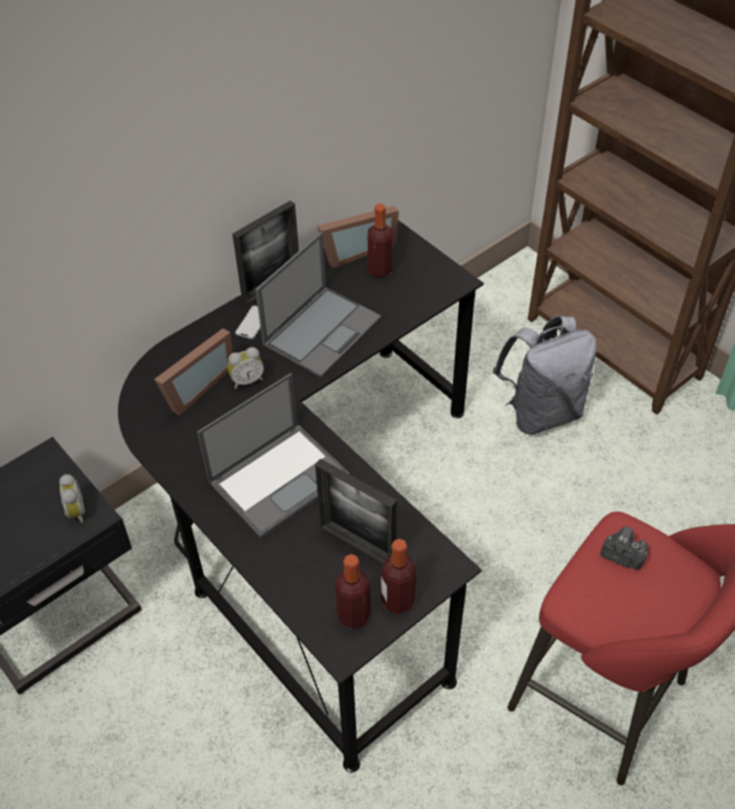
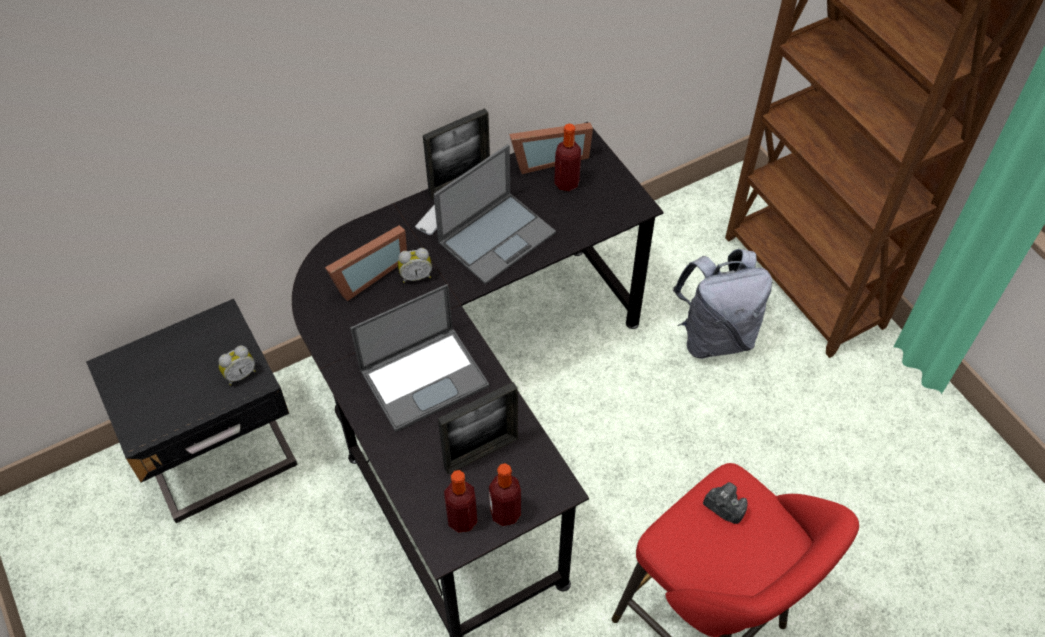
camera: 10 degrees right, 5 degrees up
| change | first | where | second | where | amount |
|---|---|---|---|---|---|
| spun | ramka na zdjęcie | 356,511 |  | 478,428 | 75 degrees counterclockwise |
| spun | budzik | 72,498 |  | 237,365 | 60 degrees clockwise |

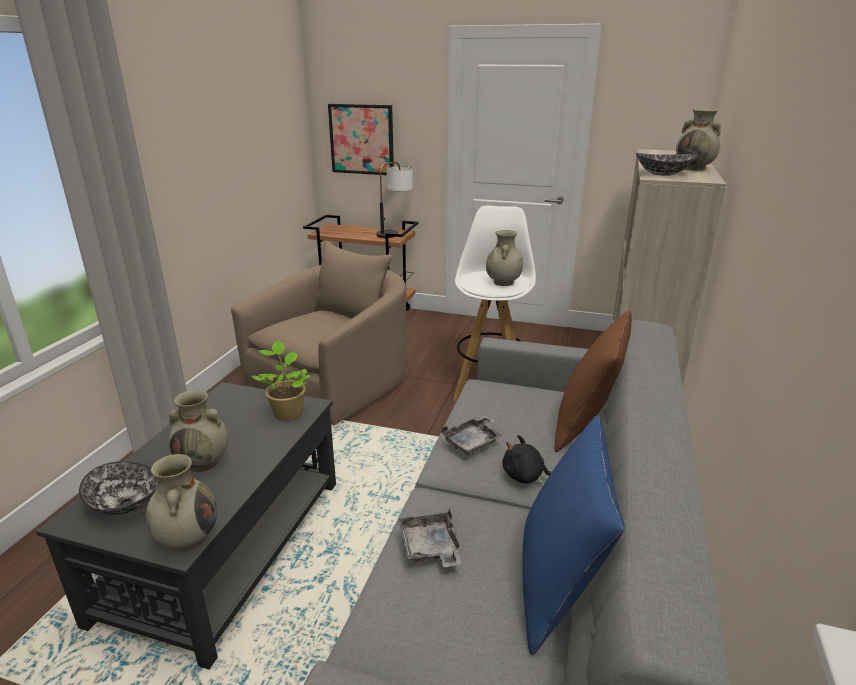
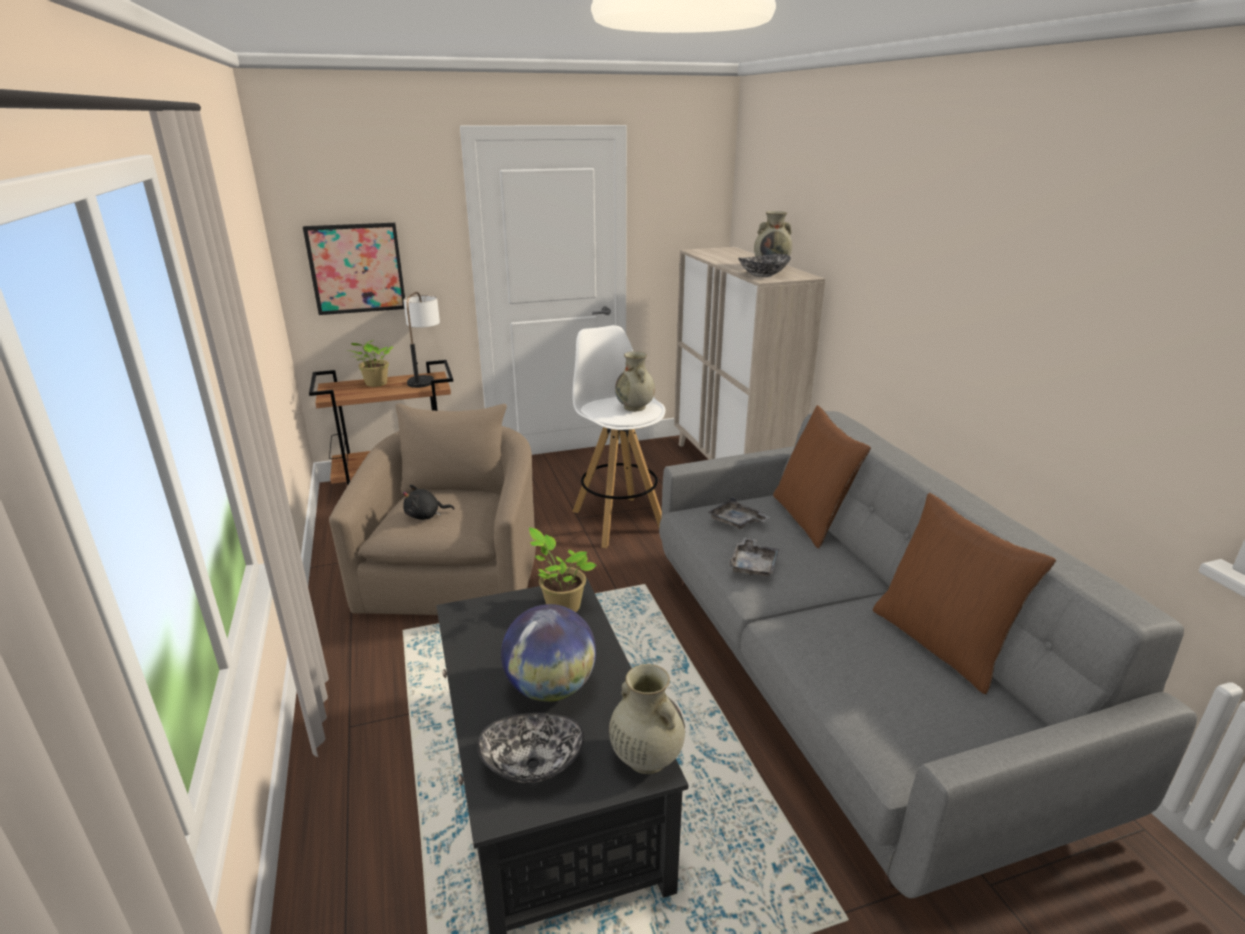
camera: 35 degrees left, 0 degrees up
| change | first | where | second | where | amount |
|---|---|---|---|---|---|
| exchanged | wazon/beżowy | 199,431 | globus | 548,653 |  |
| colour | poduszka/niebieski | 573,535 | poduszka/brązowy | 964,593 |  |
| relocated | pluszak/czarny | 526,459 |  | 429,502 |  |
| relocated | taca/szary | 430,537 |  | 738,513 |  |
| appeared |  |  | roślina doniczkowa | 370,363 |  |

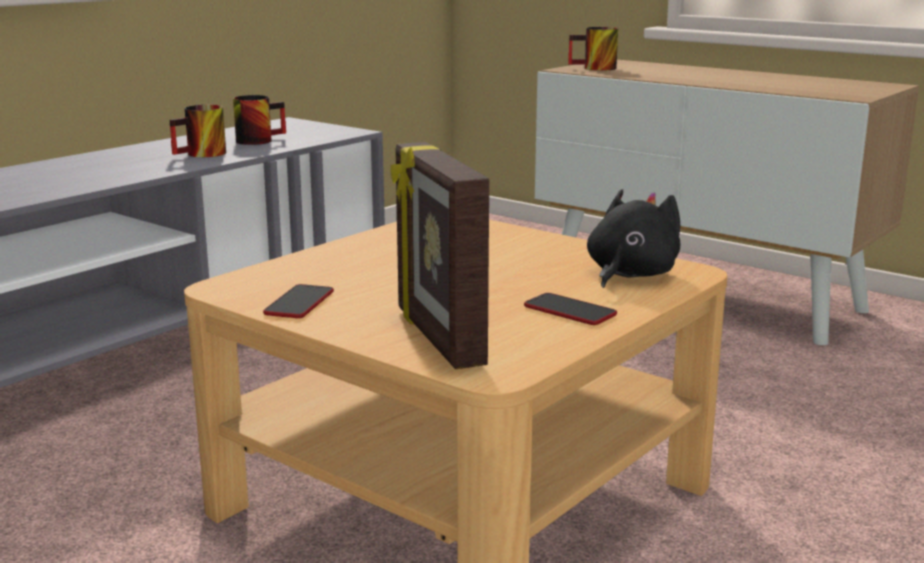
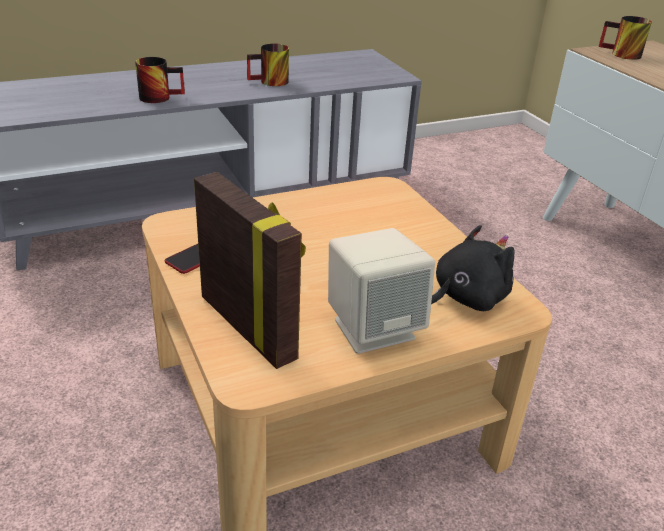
camera: 25 degrees right, 15 degrees up
| change | first | where | second | where | amount |
|---|---|---|---|---|---|
| relocated | kubek | 259,120 |  | 160,80 |  |
| spun | ramka na zdjęcie | 439,255 |  | 250,270 | 135 degrees clockwise |
| exchanged | telefon | 570,309 | głośnik/beżowy | 381,291 |  |

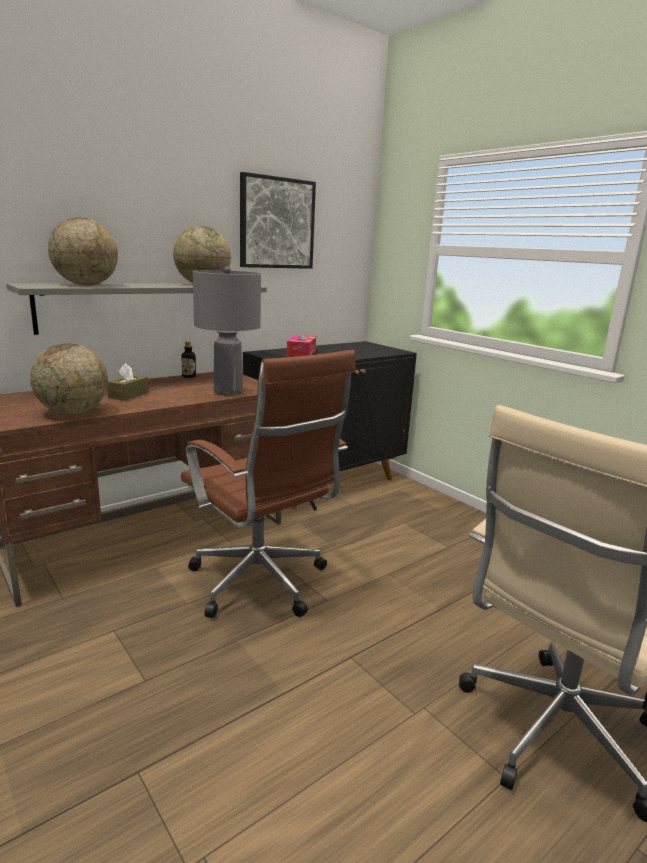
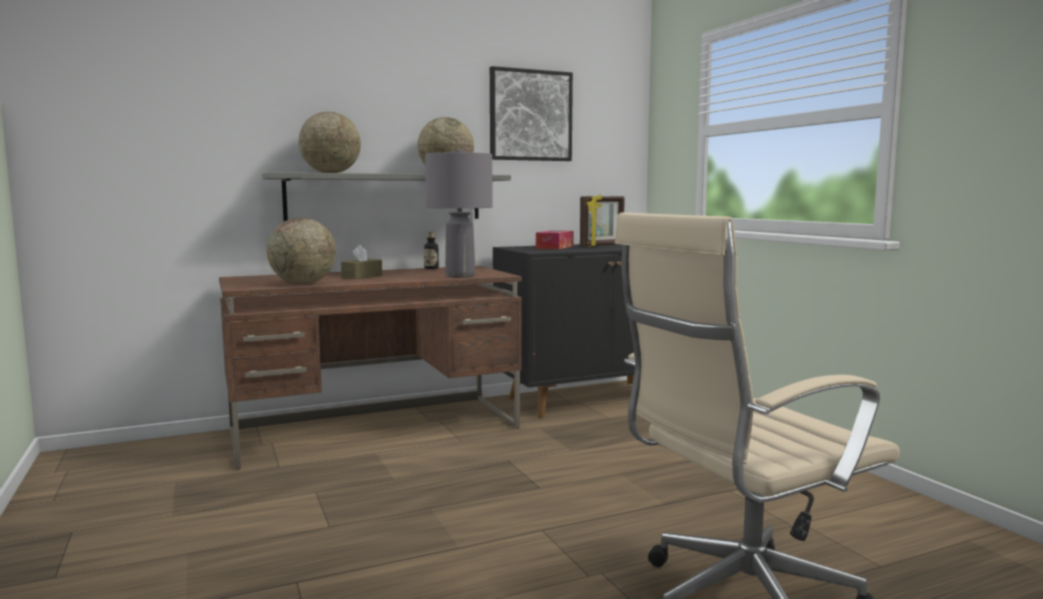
camera: 15 degrees right, 10 degrees down
| change | first | where | second | where | amount |
|---|---|---|---|---|---|
| missing | krzesło biurowe/brązowy | 268,484 |  |  |  |
| appeared |  |  | ramka na zdjęcie | 602,220 |  |

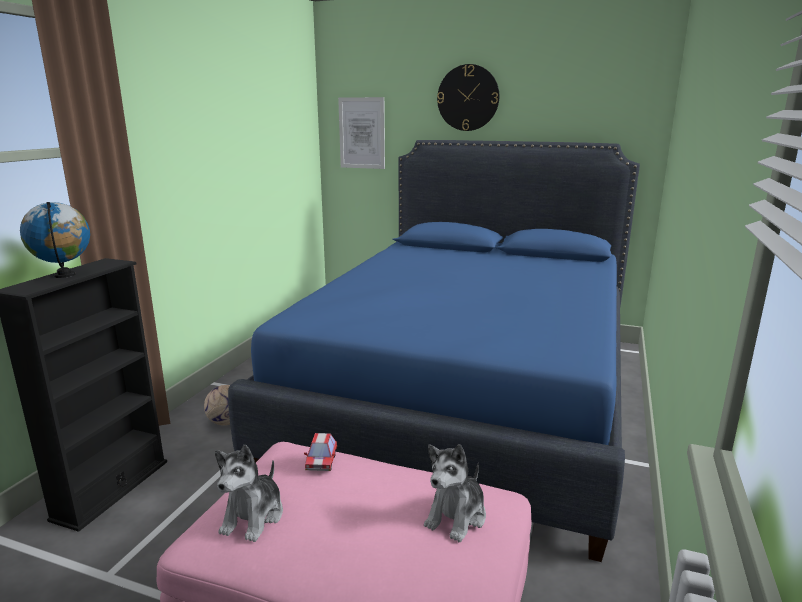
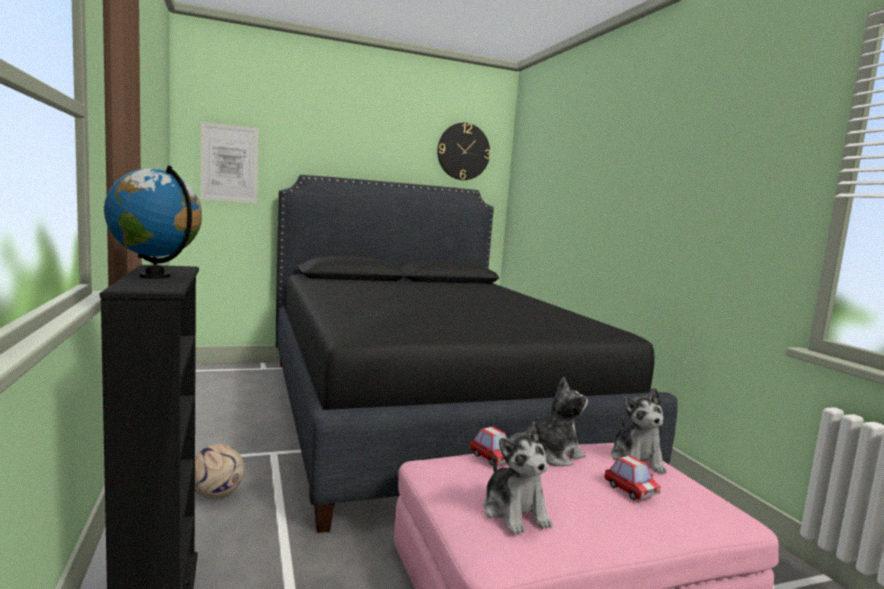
camera: 40 degrees left, 10 degrees down
| change | first | where | second | where | amount |
|---|---|---|---|---|---|
| relocated | zegar ścienny | 468,97 |  | 463,151 |  |
| colour | łóżko/niebieski | 434,351 | łóżko/czarny | 477,354 |  |
| appeared |  |  | pluszak | 563,421 |  |
| appeared |  |  | samochodzik | 632,477 |  |

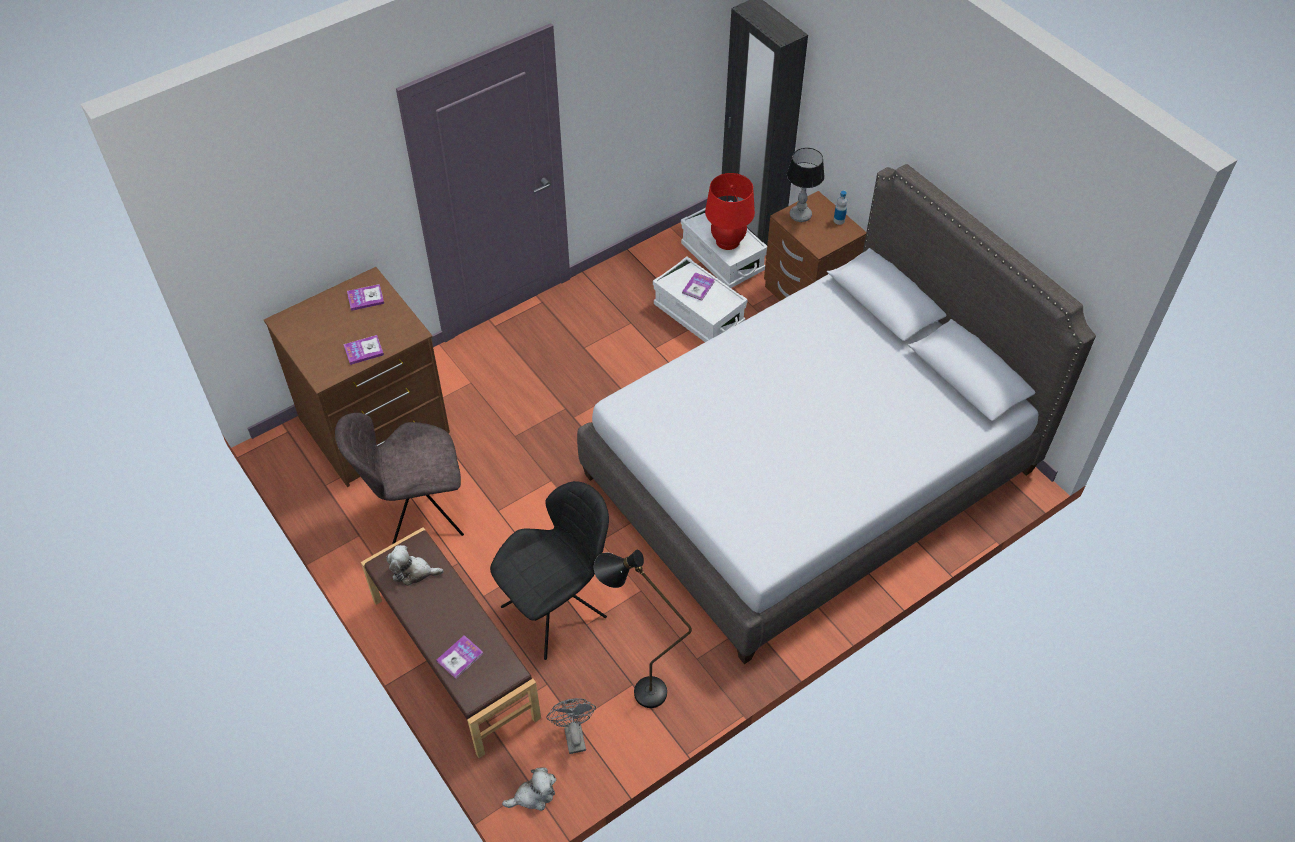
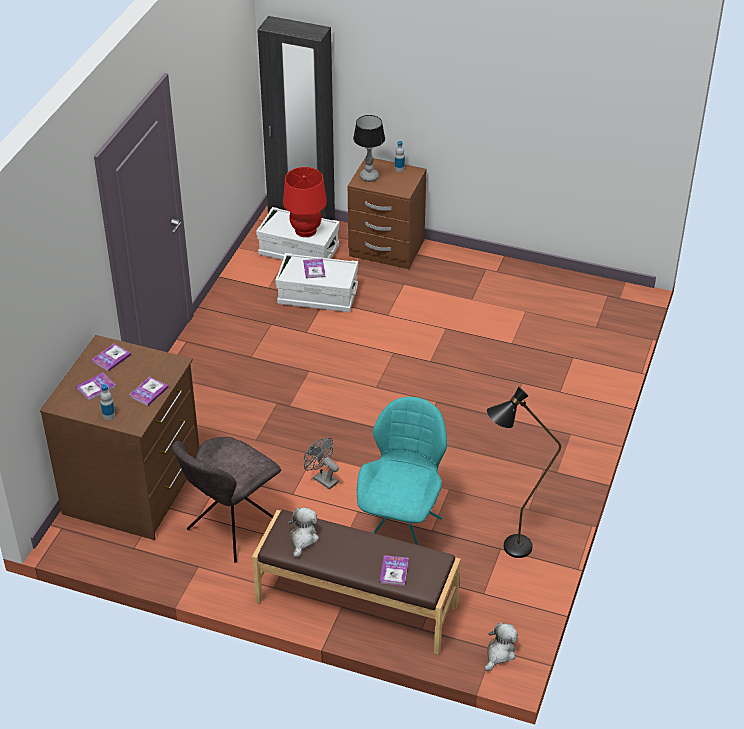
camera: 35 degrees left, 10 degrees down
| change | first | where | second | where | amount |
|---|---|---|---|---|---|
| missing | łóżko/szary | 836,414 |  |  |  |
| colour | krzesło/czarny | 549,570 | krzesło/turkusowy | 402,471 |  |
| spun | pluszak | 415,565 |  | 303,533 | 135 degrees clockwise |
| relocated | wentylator/szary | 571,726 |  | 321,464 |  |
| appeared |  |  | książka | 96,387 |  |
| appeared |  |  | butelka | 107,402 |  |

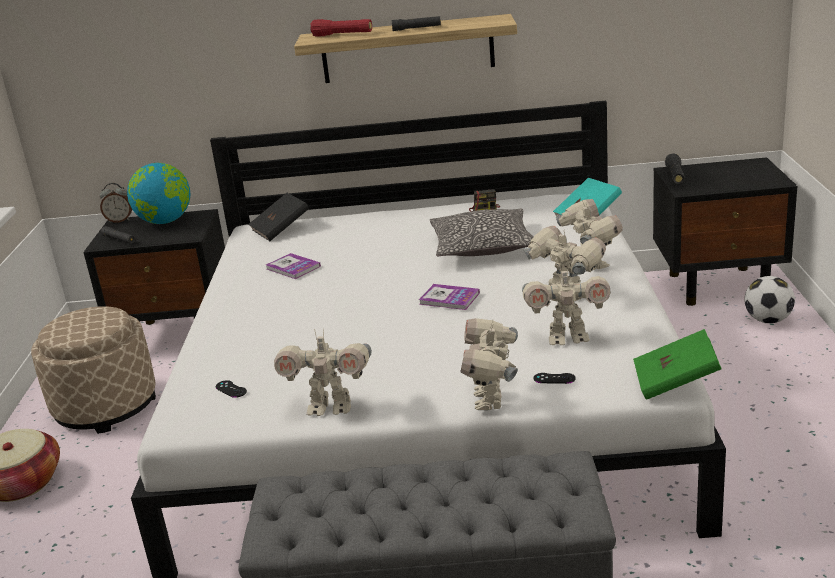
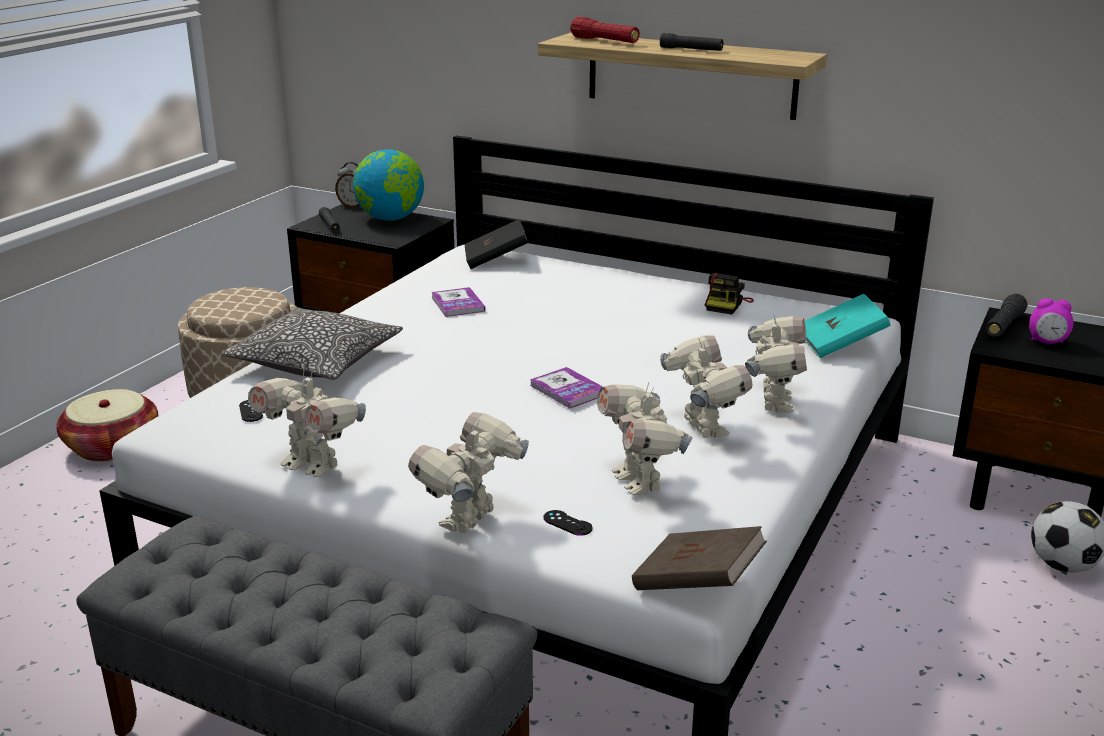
camera: 25 degrees right, 0 degrees up
| change | first | where | second | where | amount |
|---|---|---|---|---|---|
| relocated | poduszka | 482,232 |  | 312,344 |  |
| spun | robot zabawkowy | 566,304 |  | 645,439 | 45 degrees clockwise |
| colour | książka/zielony | 677,364 | książka/brązowy | 699,558 |  |
| appeared |  |  | budzik | 1051,321 |  |

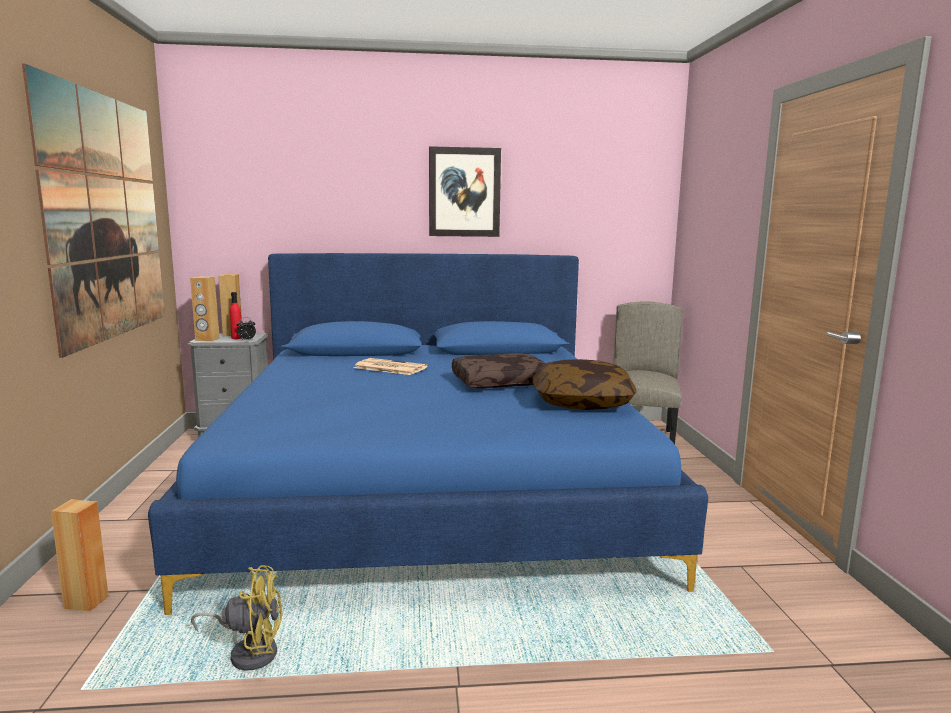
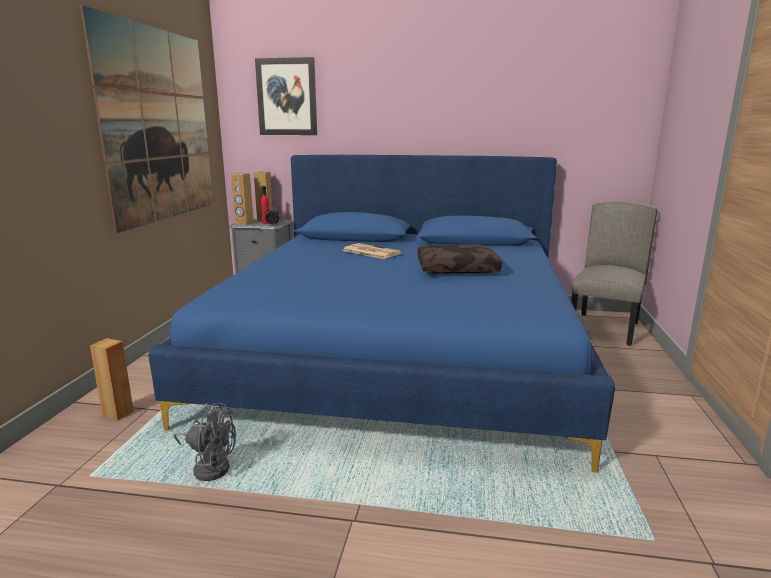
camera: 15 degrees right, 5 degrees up
| change | first | where | second | where | amount |
|---|---|---|---|---|---|
| relocated | obraz | 465,191 |  | 286,96 |  |
| missing | poduszka | 584,384 |  |  |  |
| colour | wentylator/żółty | 237,618 | wentylator/szary | 205,442 |  |

